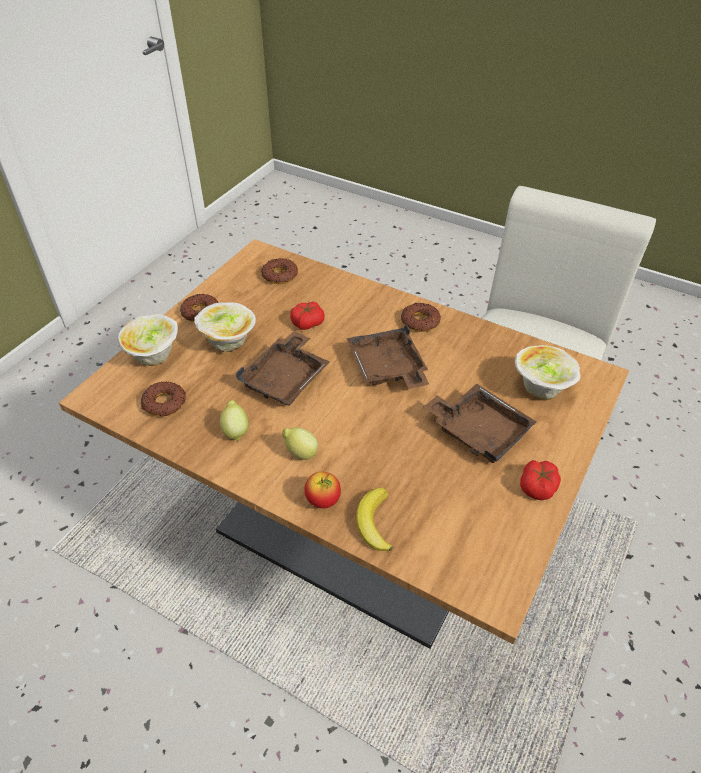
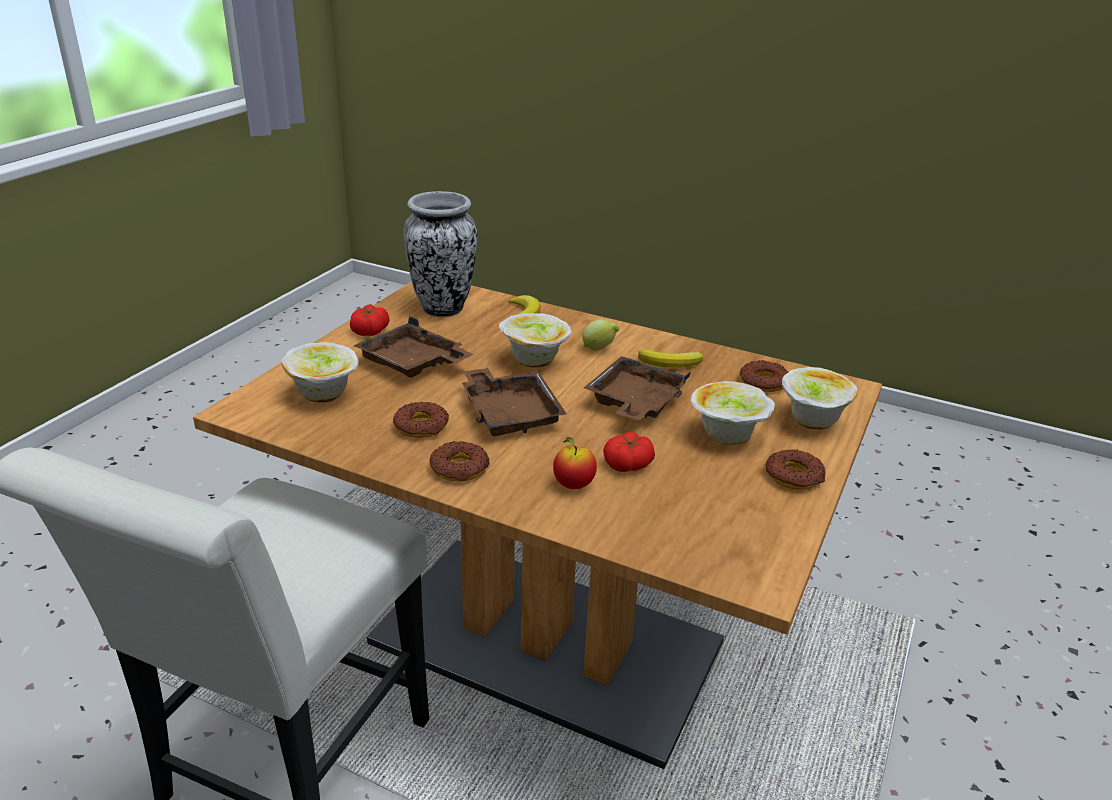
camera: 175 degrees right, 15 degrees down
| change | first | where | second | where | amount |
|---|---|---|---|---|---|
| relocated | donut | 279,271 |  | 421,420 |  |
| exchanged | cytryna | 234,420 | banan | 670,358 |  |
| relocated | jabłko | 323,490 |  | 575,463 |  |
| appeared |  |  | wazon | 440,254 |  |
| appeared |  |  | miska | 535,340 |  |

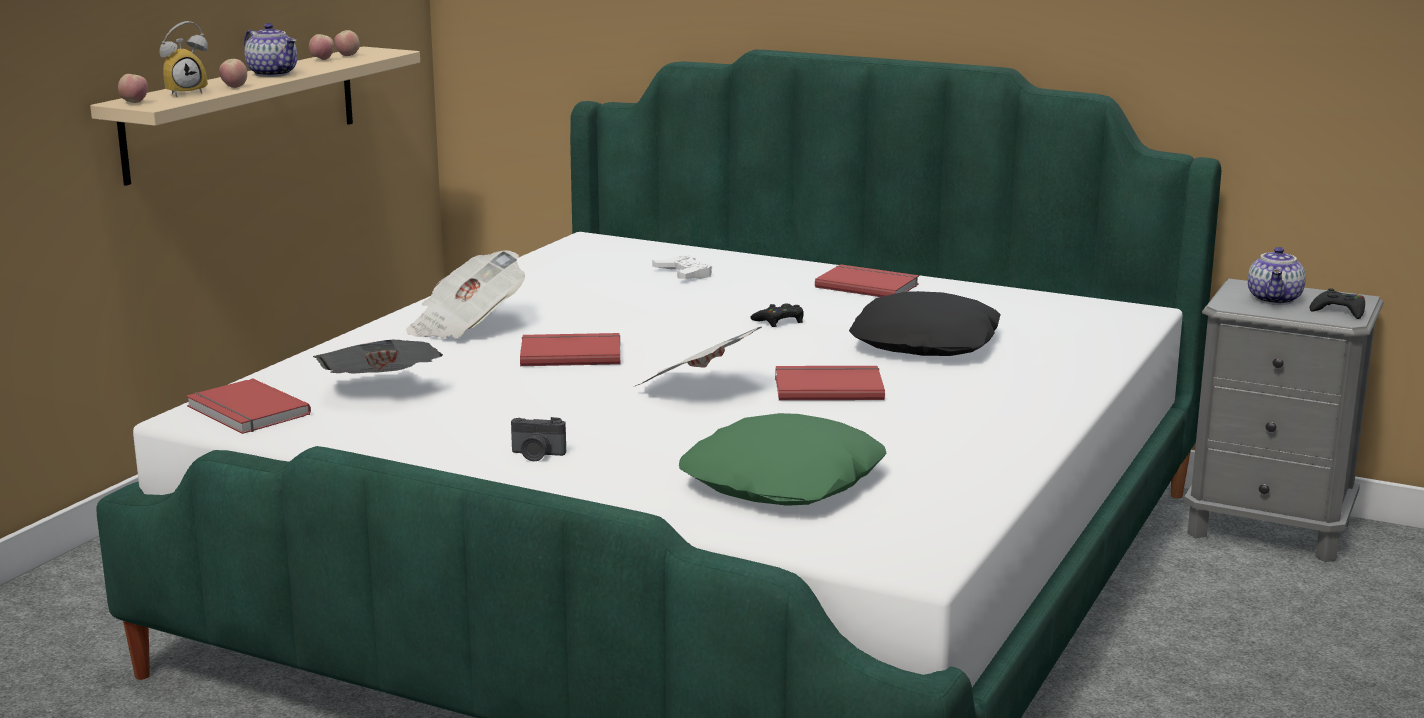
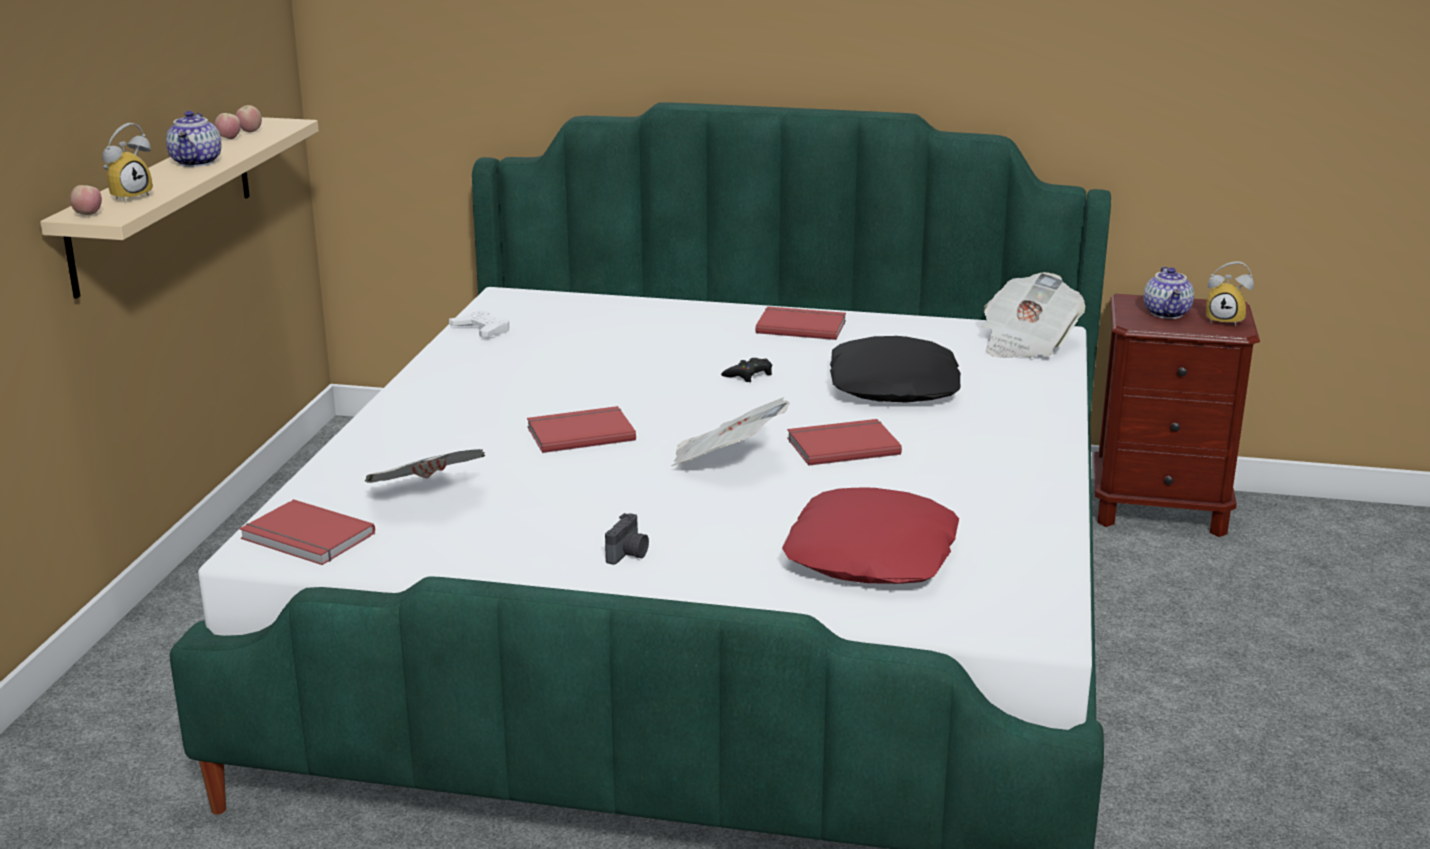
camera: 15 degrees left, 5 degrees up
| change | first | where | second | where | amount |
|---|---|---|---|---|---|
| spun | imbryk | 270,50 |  | 193,139 | 60 degrees clockwise |
| missing | jabłko | 233,73 |  |  |  |
| relocated | gazeta | 465,294 |  | 1034,315 |  |
| relocated | pad do gier/biały | 682,267 |  | 479,323 |  |
| colour | szafka nocna/szary | 1284,420 | szafka nocna/brązowy | 1177,415 |  |
| exchanged | pad do gier/czarny | 1337,303 | budzik | 1230,294 |  |
| colour | poduszka/zielony | 783,459 | poduszka/czerwony | 870,535 |  |
| spun | aparat fotograficzny | 538,439 |  | 627,539 | 60 degrees counterclockwise |

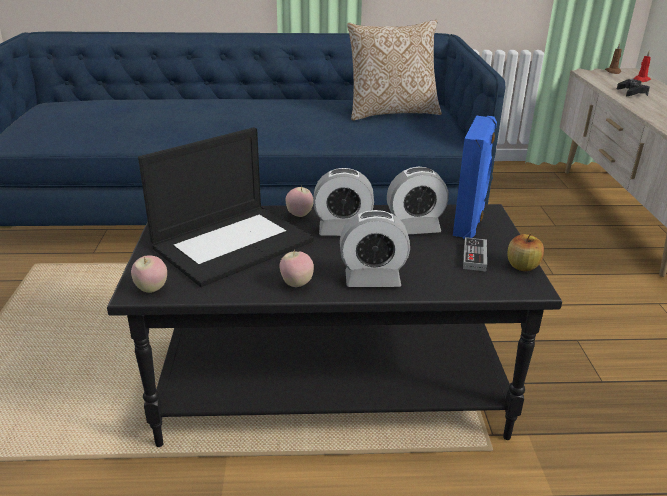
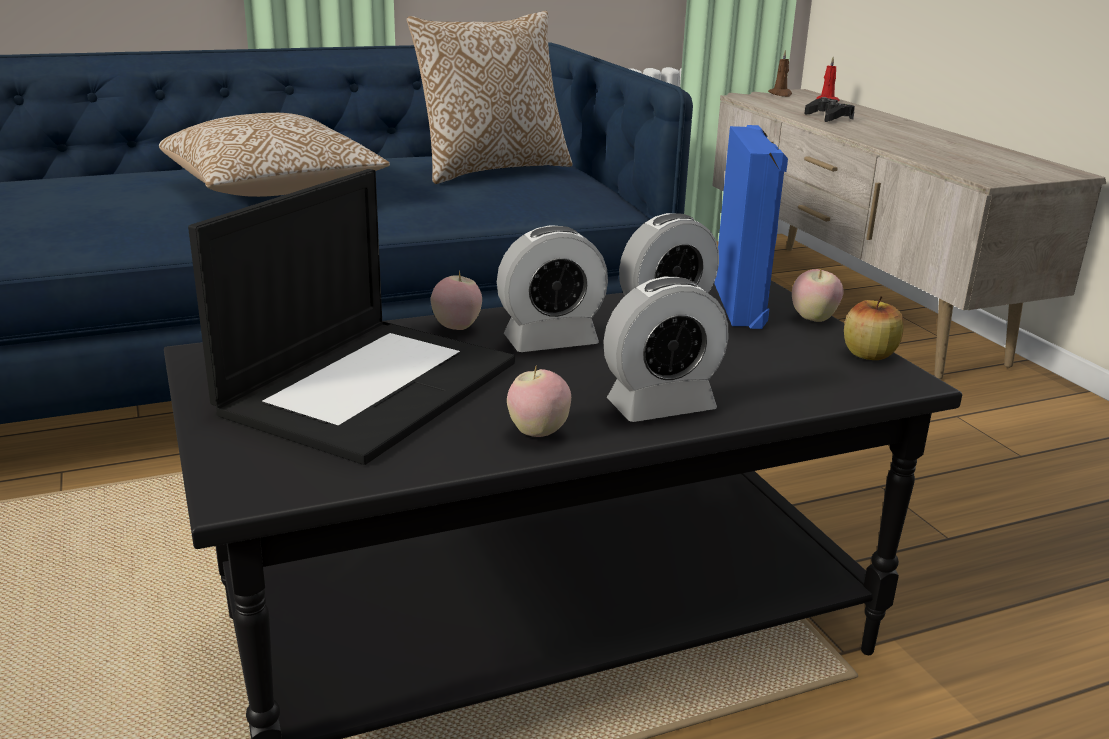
camera: 20 degrees left, 5 degrees down
| change | first | where | second | where | amount |
|---|---|---|---|---|---|
| missing | pad do gier | 475,254 |  |  |  |
| relocated | jabłko | 149,274 |  | 818,295 |  |
| appeared |  |  | poduszka | 274,155 |  |

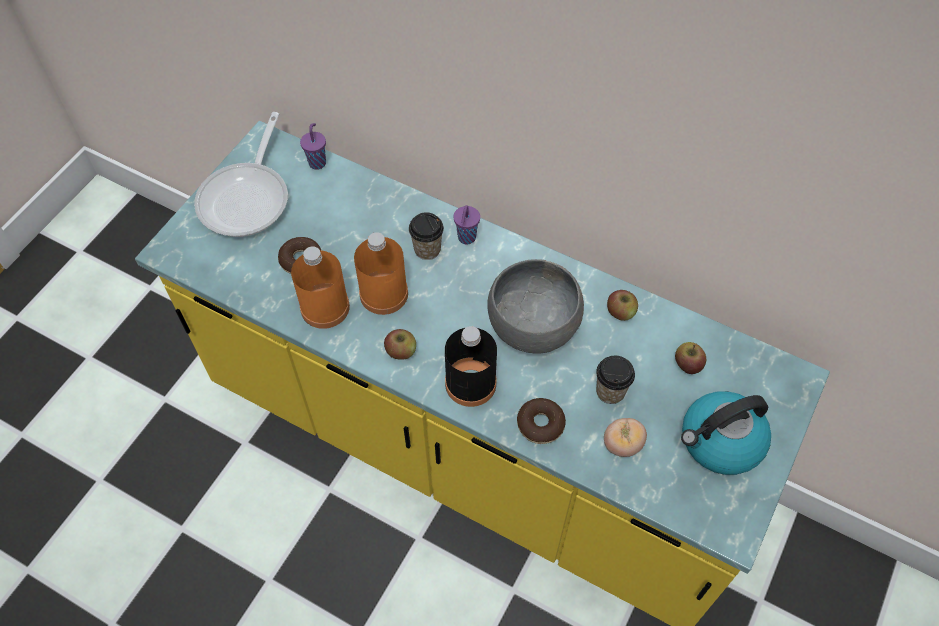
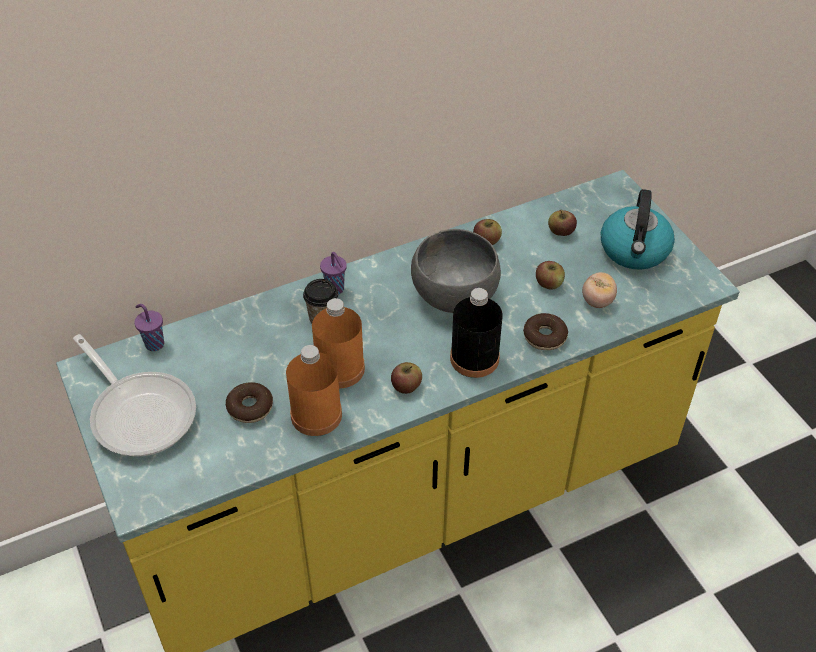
camera: 55 degrees left, 10 degrees down
| change | first | where | second | where | amount |
|---|---|---|---|---|---|
| exchanged | filiżanka | 615,380 | jabłko | 550,275 |  |

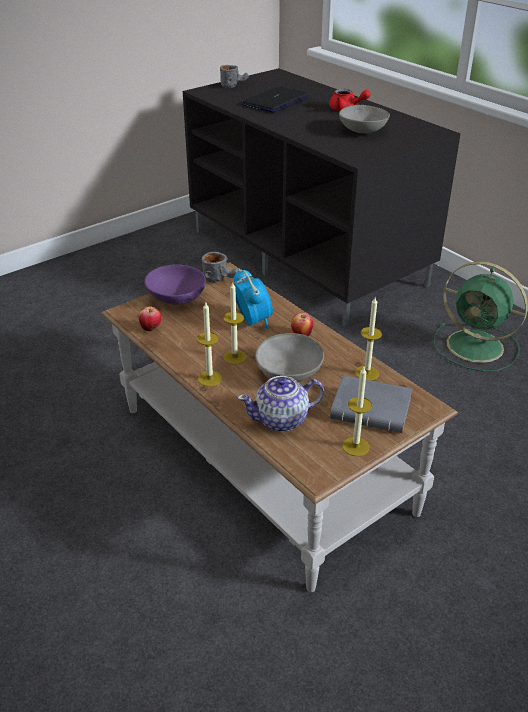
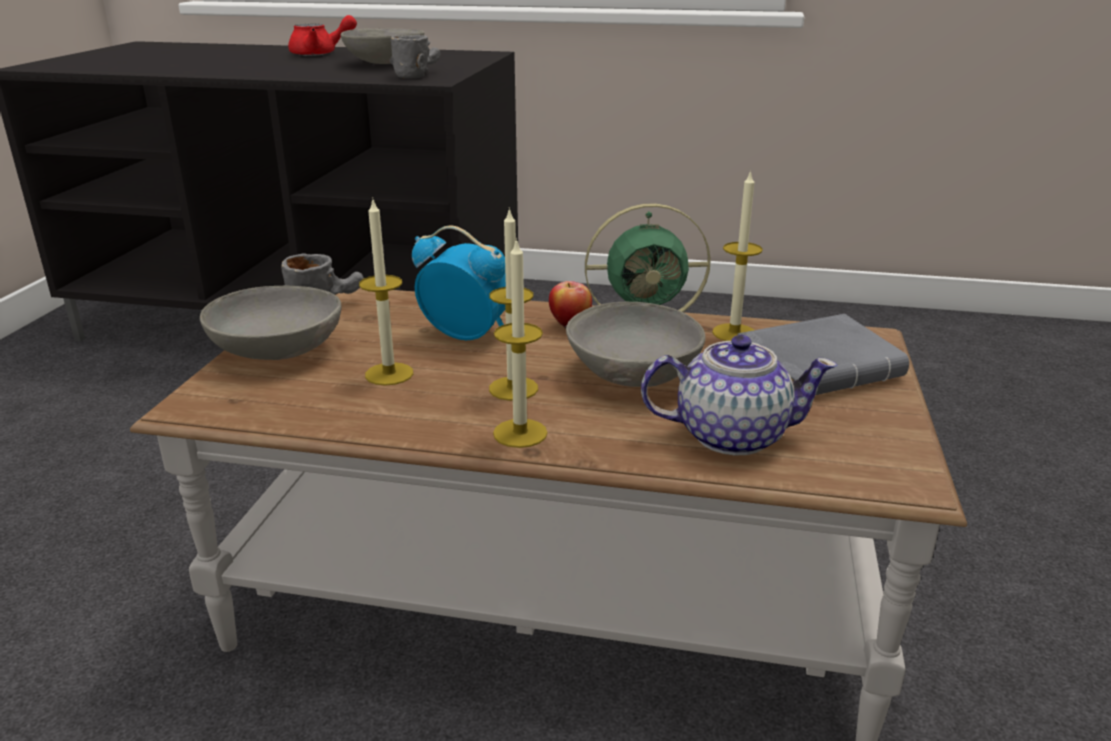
camera: 40 degrees left, 10 degrees down
| change | first | where | second | where | amount |
|---|---|---|---|---|---|
| relocated | kubek/szary | 234,76 |  | 415,57 |  |
| missing | laptop | 275,99 |  |  |  |
| colour | miska/fioletowy | 175,284 | miska/szary | 271,323 |  |
| missing | jabłko | 150,319 |  |  |  |
| relocated | świeca | 357,411 |  | 386,293 |  |
| spun | imbryk | 281,404 |  | 739,395 | 120 degrees counterclockwise |

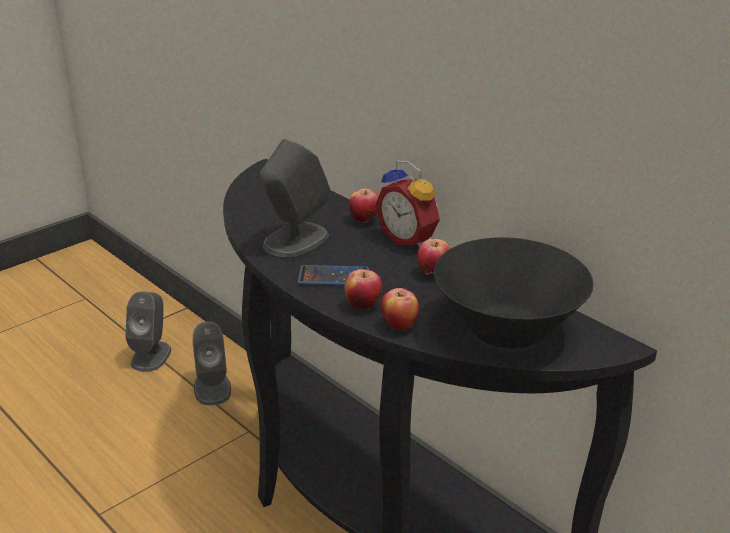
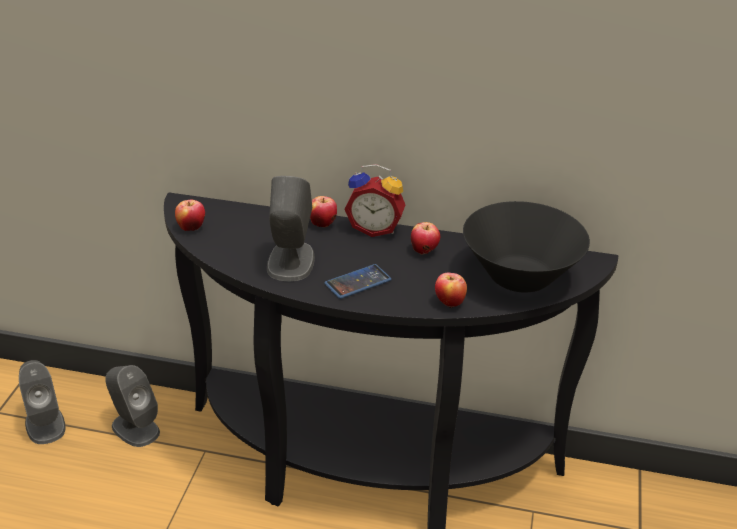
camera: 35 degrees left, 5 degrees up
| change | first | where | second | where | amount |
|---|---|---|---|---|---|
| relocated | jabłko | 363,289 |  | 190,215 |  |

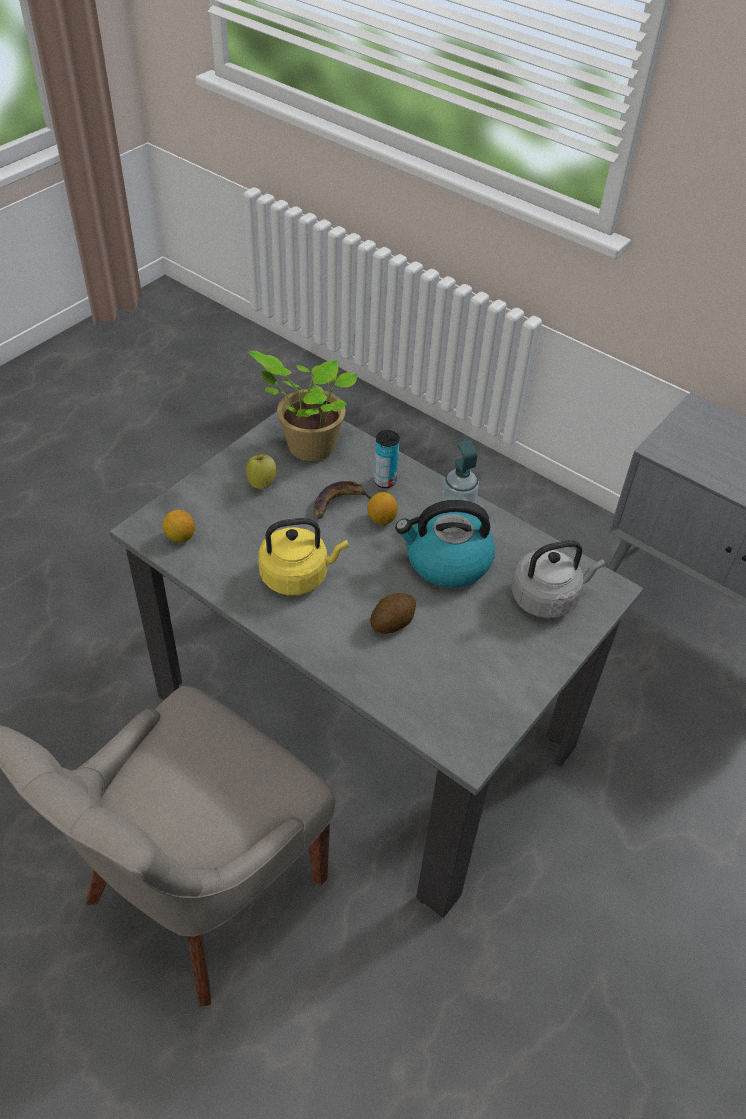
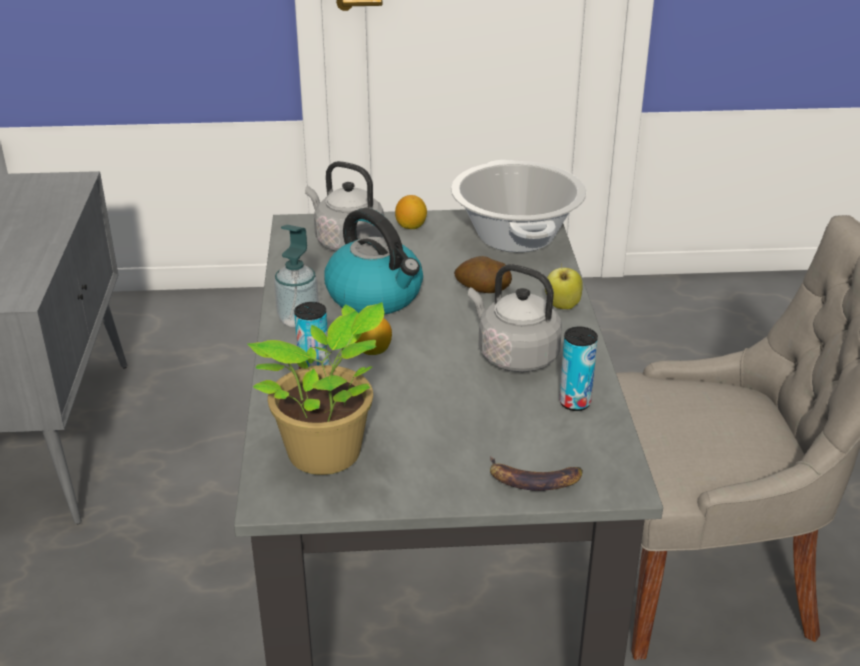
camera: 130 degrees left, 15 degrees down
| change | first | where | second | where | amount |
|---|---|---|---|---|---|
| relocated | jabłko | 261,471 |  | 564,286 |  |
| relocated | banan | 342,500 |  | 536,473 |  |
| relocated | cytryna | 178,526 |  | 411,212 |  |
| colour | czajnik/żółty | 303,557 | czajnik/szary | 515,318 |  |
| appeared |  |  | garnek | 518,206 |  |
| appeared |  |  | puszka | 578,369 |  |

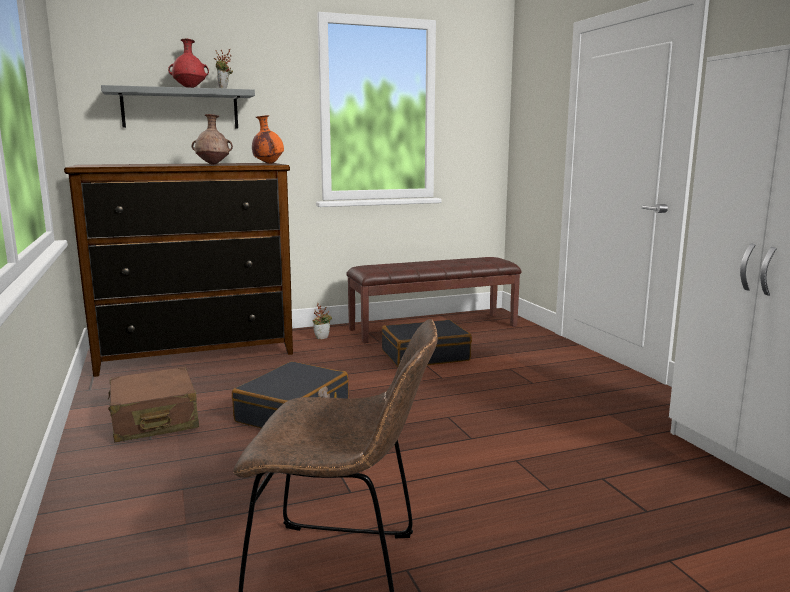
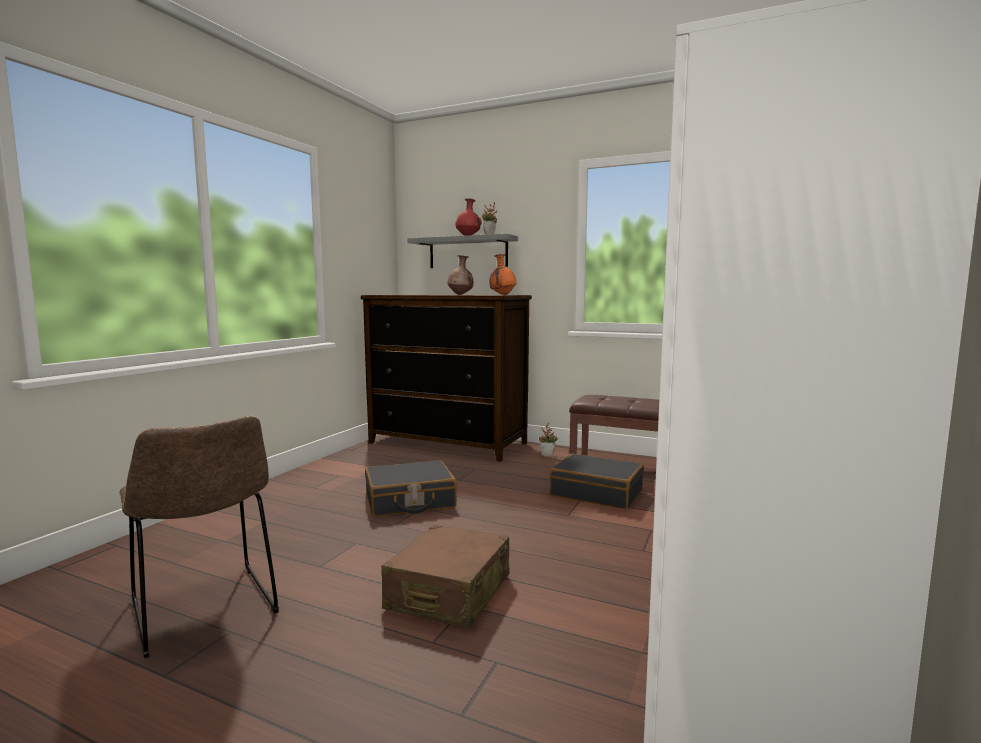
camera: 45 degrees right, 5 degrees down
| change | first | where | second | where | amount |
|---|---|---|---|---|---|
| relocated | walizka/brązowy | 153,404 |  | 445,576 |  |

